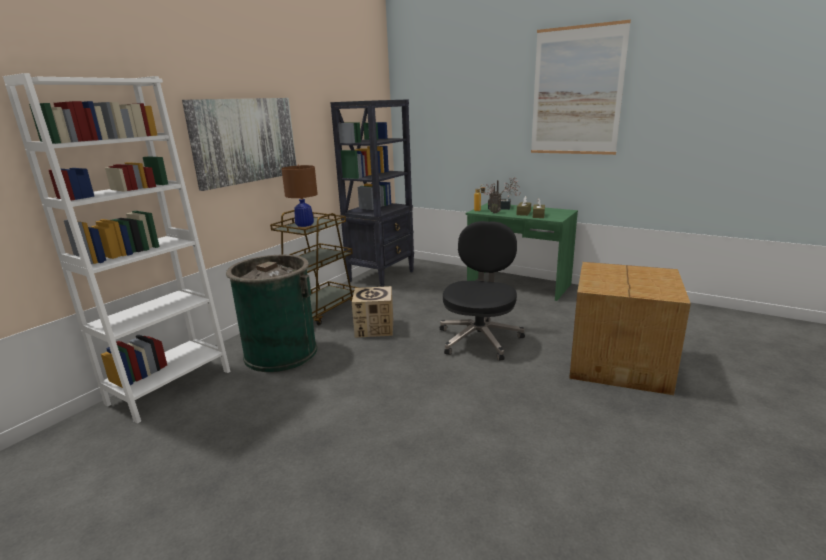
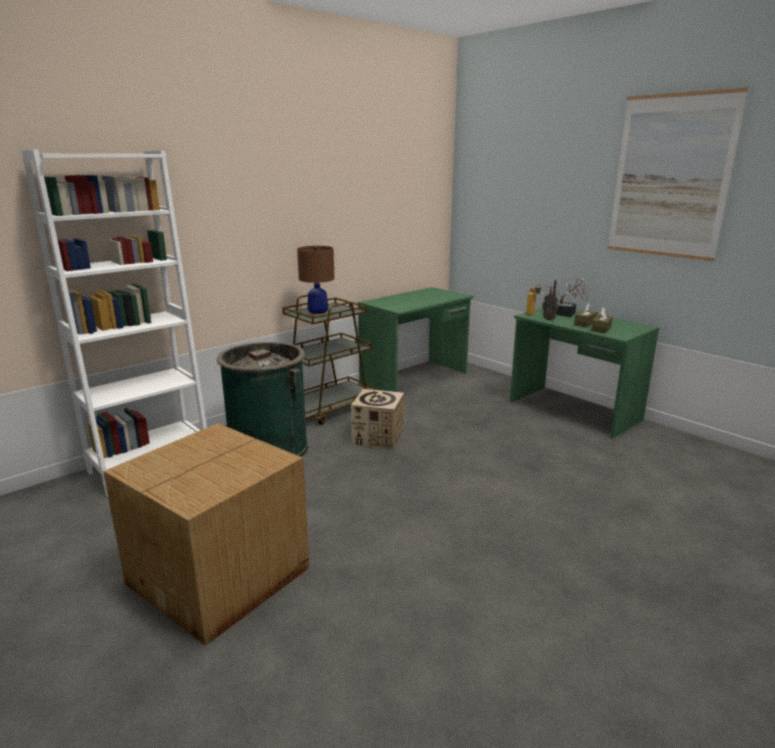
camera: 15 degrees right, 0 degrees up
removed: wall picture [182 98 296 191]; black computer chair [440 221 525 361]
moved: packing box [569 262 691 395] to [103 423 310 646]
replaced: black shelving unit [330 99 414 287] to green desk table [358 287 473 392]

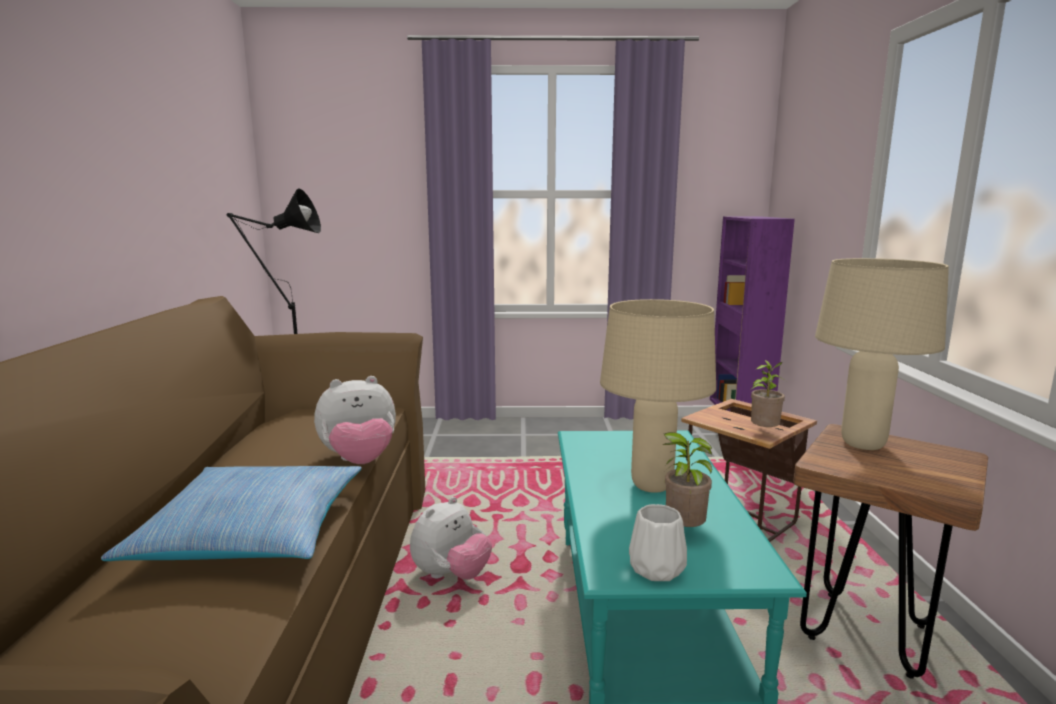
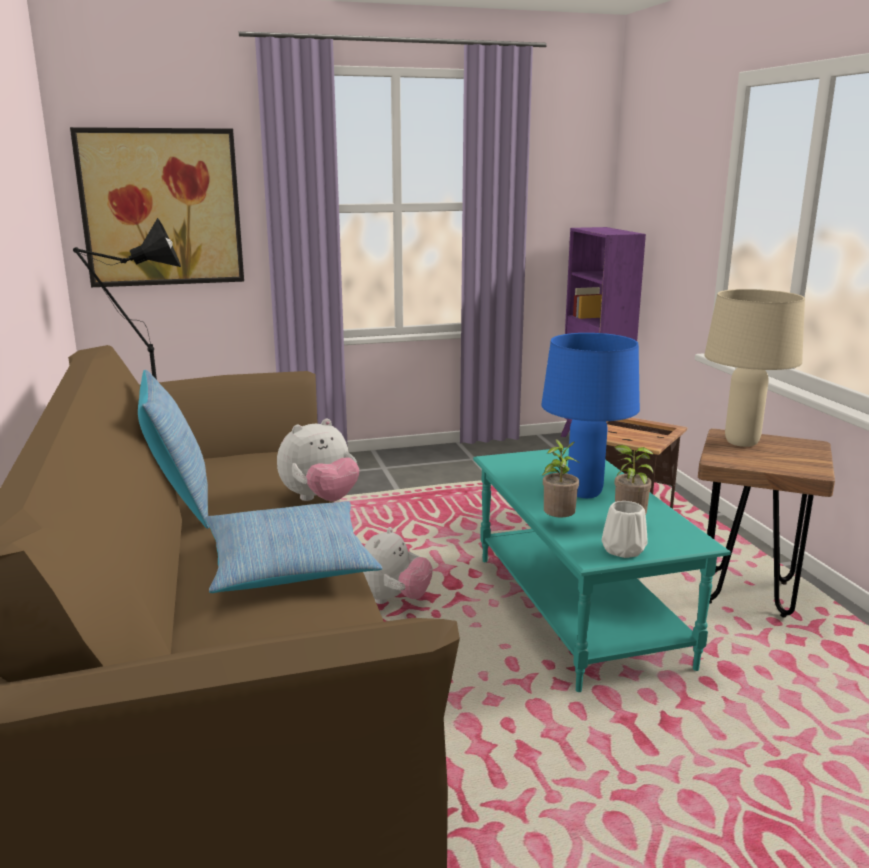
camera: 15 degrees left, 5 degrees up
added: wall picture [70 127 244 287]; pillow [138 370 209 529]
moved: plant in a pot [751 360 786 427] to [542 439 579 518]
recoloured: beige tabletop lamp [600 299 716 493] to blue tabletop lamp [541 333 640 498]

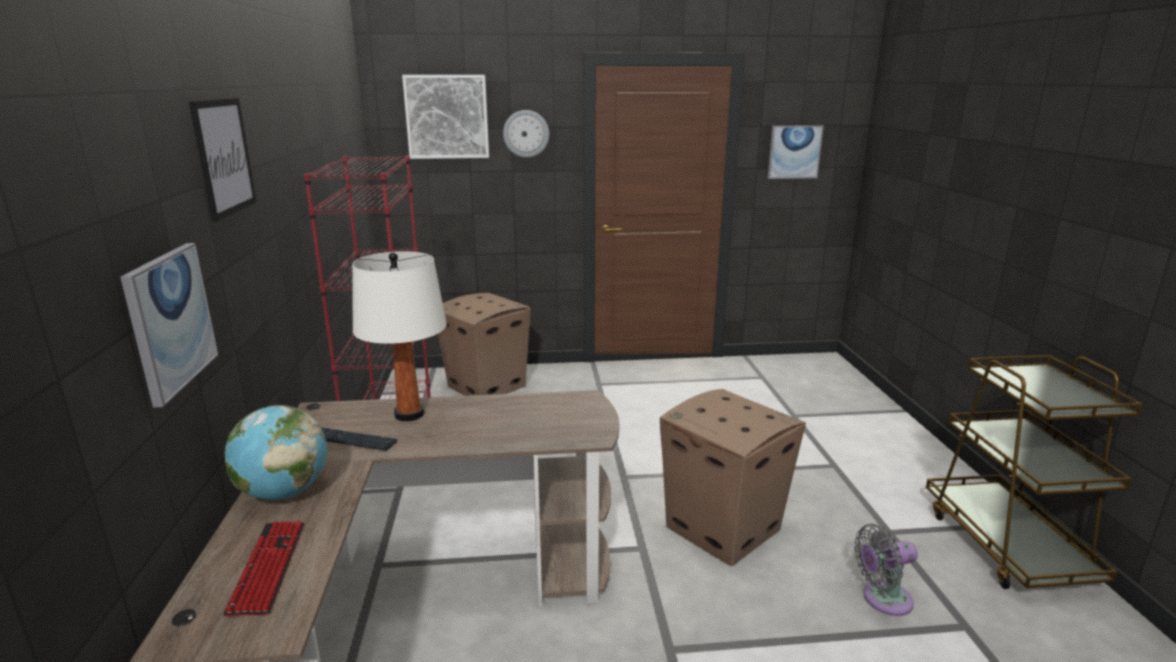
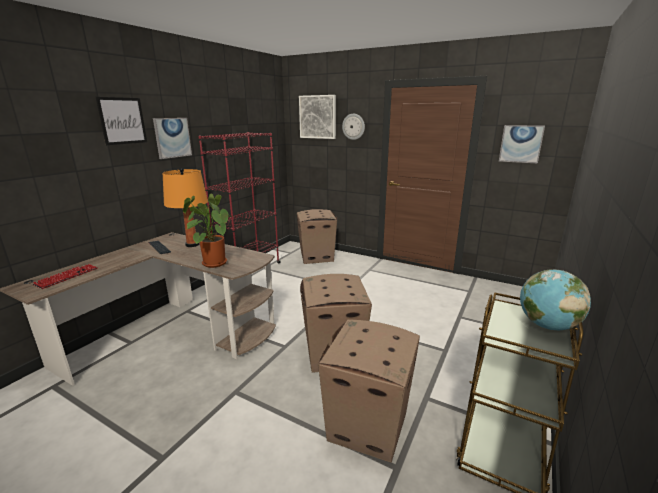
camera: 35 degrees right, 0 degrees up
added: plant in a pot [183 193 233 268]
moved: wall picture [120 243 218 408] to [153 118 192 159]; desk globe [225 405 327 500] to [520 269 591 330]
replaced: grey electric fan [854 524 918 616] to packing box [318 319 420 462]
recoloured: whitish tabletop lamp [352 251 447 421] to orangey tabletop lamp [163 168 208 247]

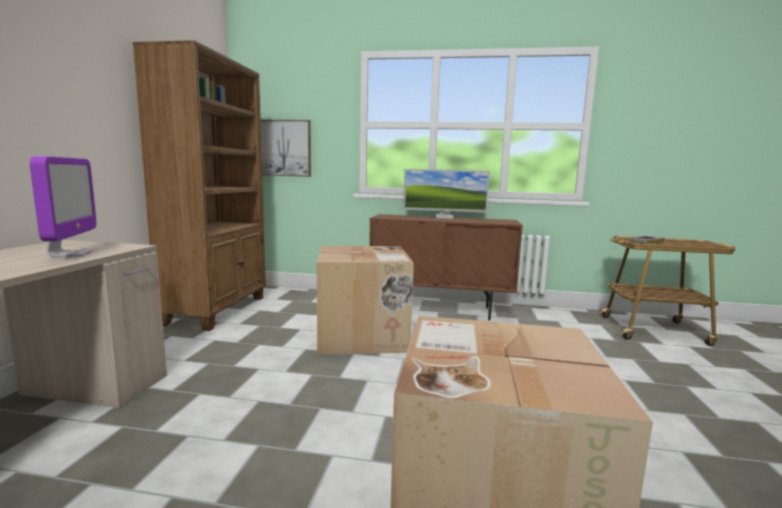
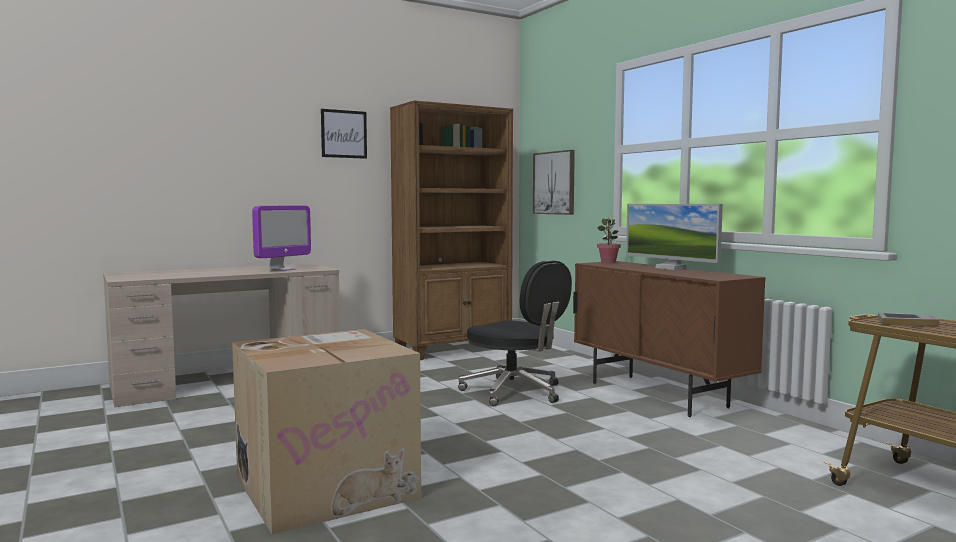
camera: 50 degrees right, 5 degrees down
added: wall picture [321 109 367 159]; plant in a pot [597 218 621 263]
replaced: packing box [317 246 414 355] to black computer chair [458 260 572 406]

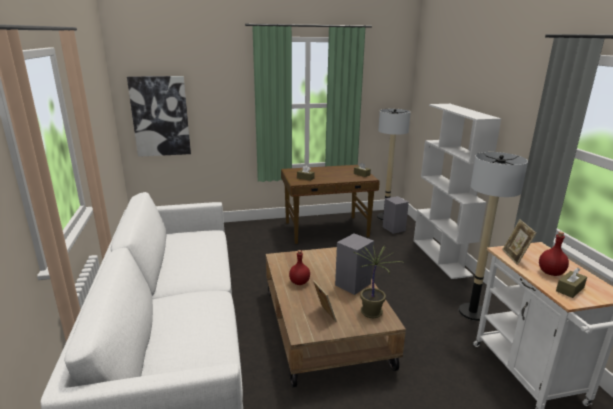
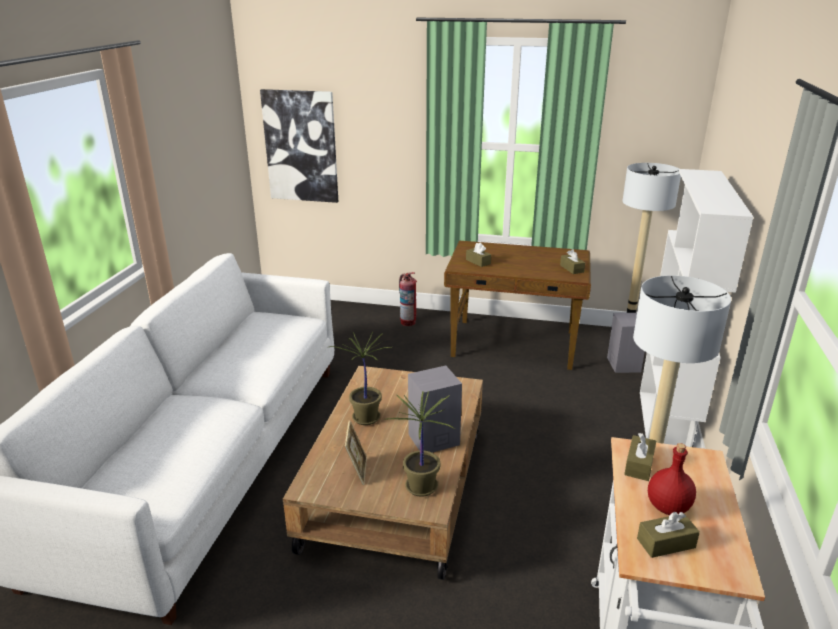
camera: 25 degrees right, 5 degrees up
added: fire extinguisher [399 272 417 326]
replaced: picture frame [502 219 537 265] to brown-coloured tissue holder [624 433 656 481]; red-coloured beverage bottle [289 250 310 285] to plant in a pot [329 332 392 425]

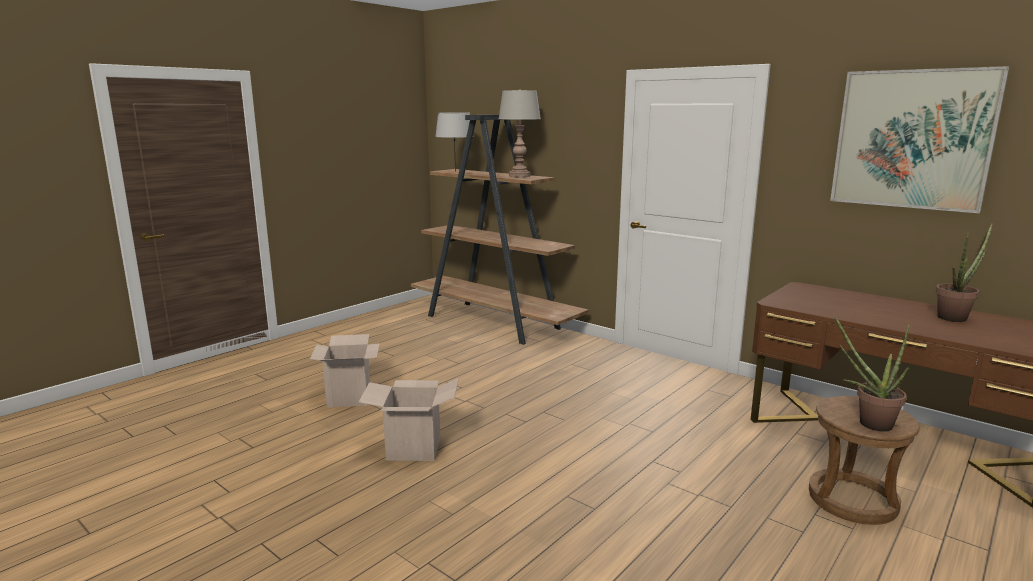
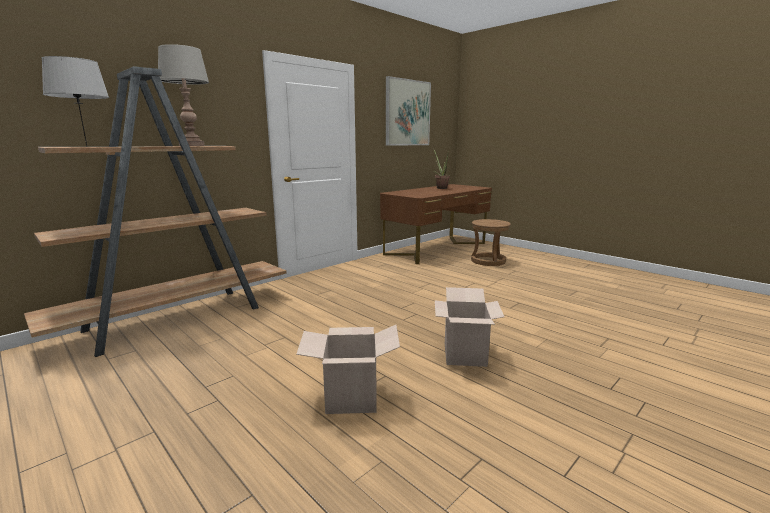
camera: 85 degrees left, 0 degrees up
removed: plant in a pot [834 315 910 432]

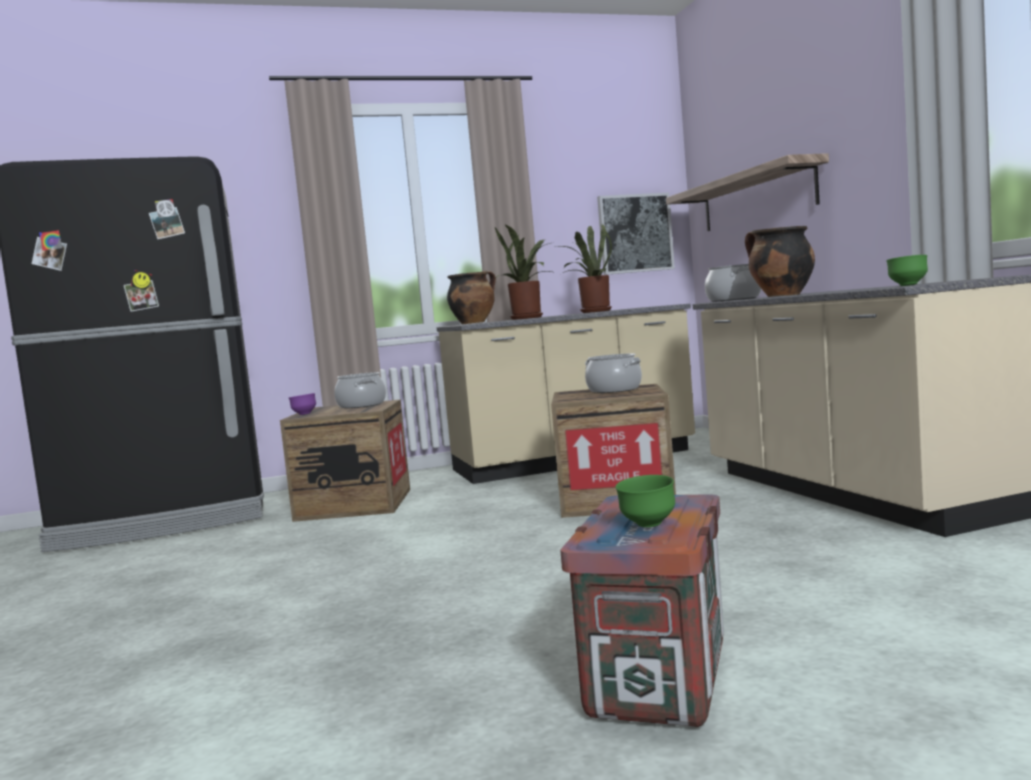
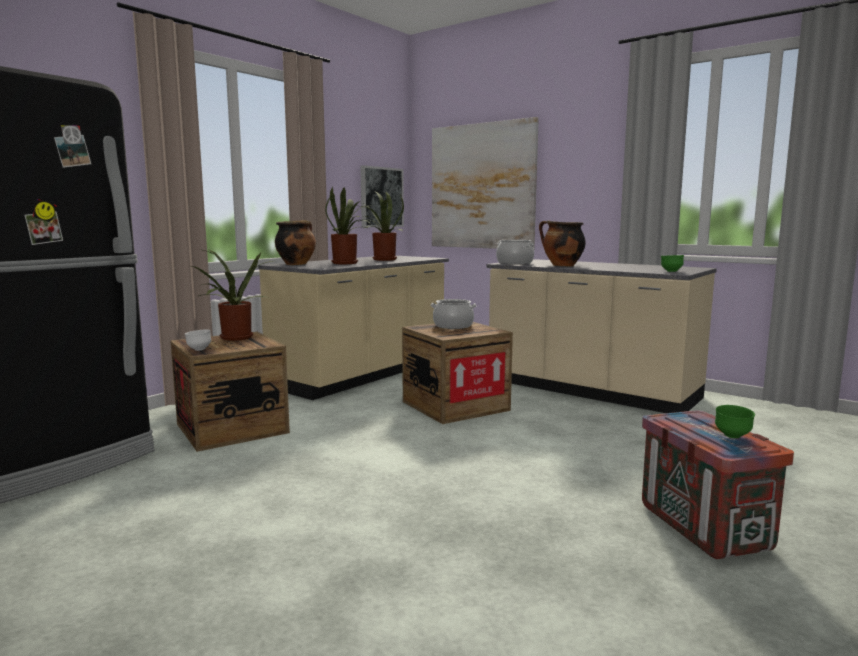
camera: 35 degrees left, 5 degrees up
replaced: bracket shelf [666 153 829 231] to wall picture [432 117 539 249]; saucepot [334 372 386 408] to plant in a pot [192 248 273 341]
recoloured: purplish deep dish [289 393 316 415] to whitish deep dish [185 330 211 351]

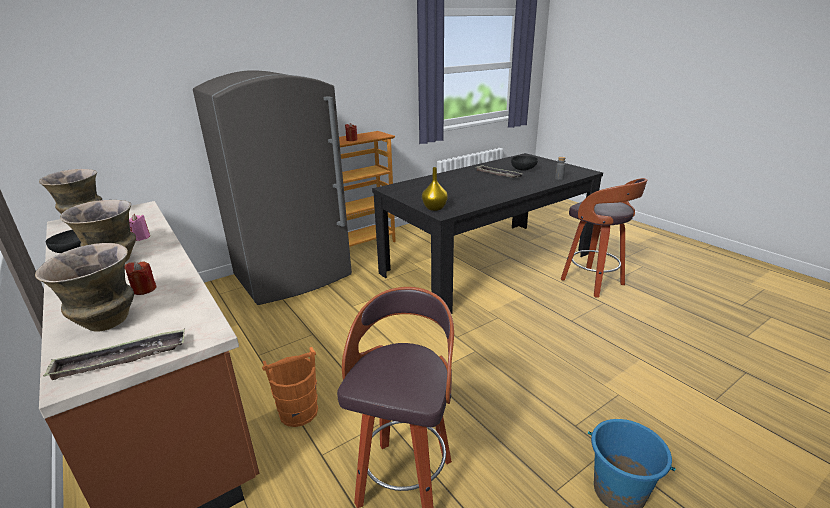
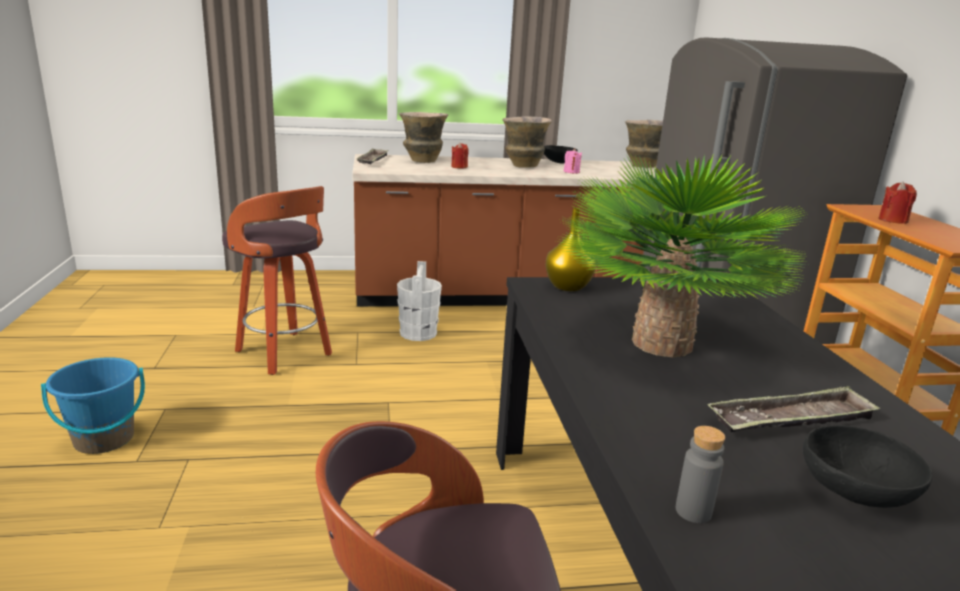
camera: 115 degrees right, 5 degrees down
added: plant in a pot [556 154 809 357]
recoloured: orangey water bucket [262 347 318 427] to whitish water bucket [397 261 442 341]

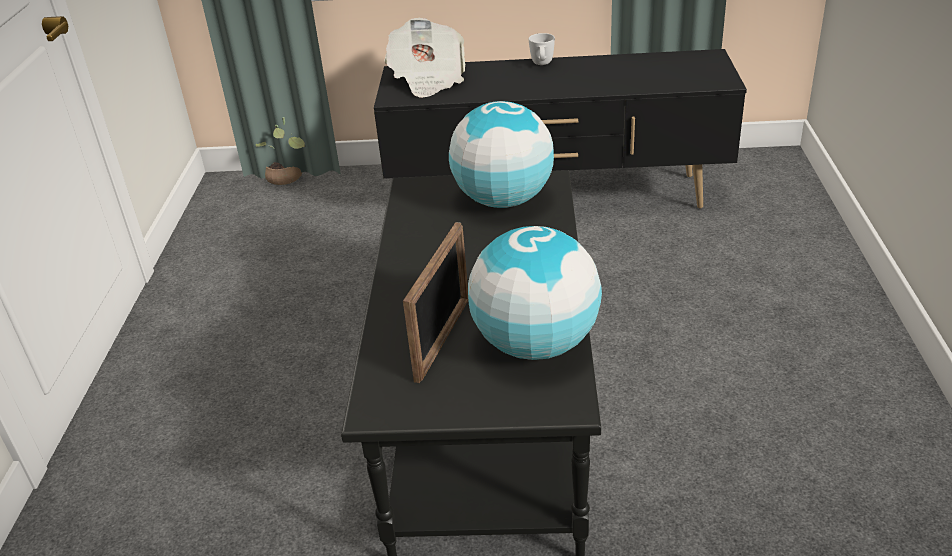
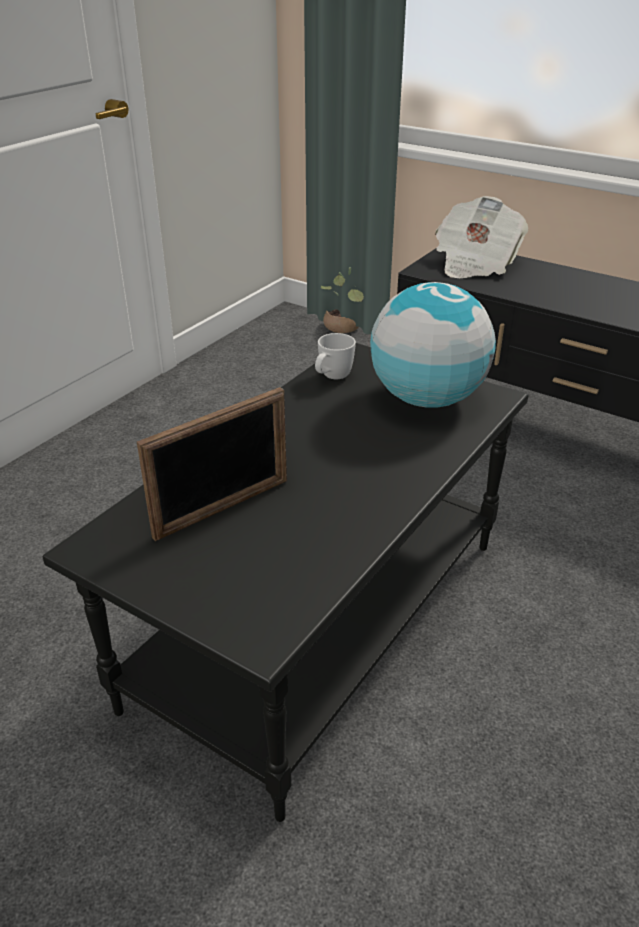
camera: 30 degrees right, 0 degrees up
removed: desk globe [468 226 602 360]
moved: whitish mug [529 33 555 65] to [315 333 356 379]

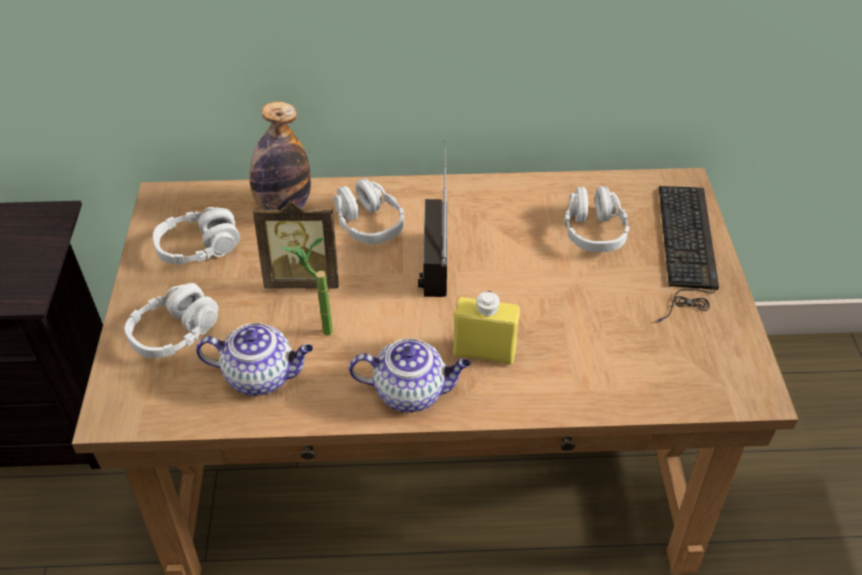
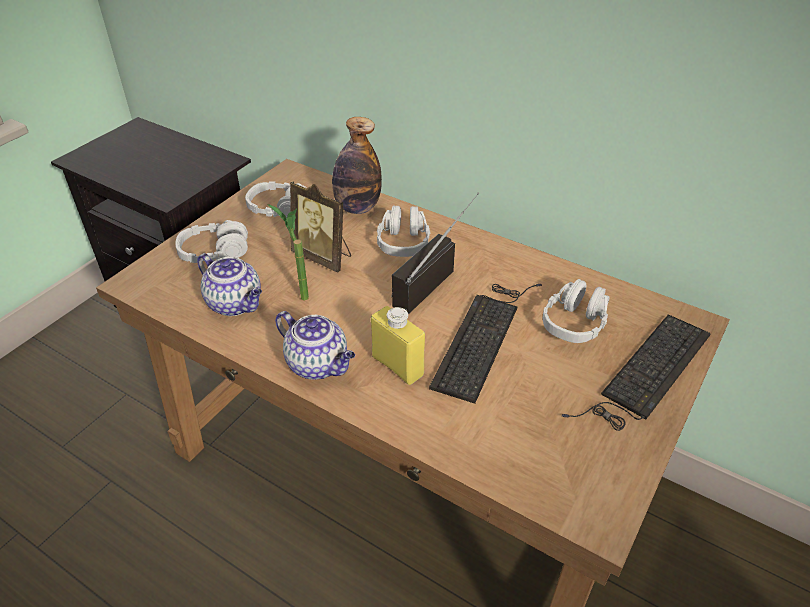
camera: 35 degrees right, 5 degrees down
added: computer keyboard [429 284 542 404]

